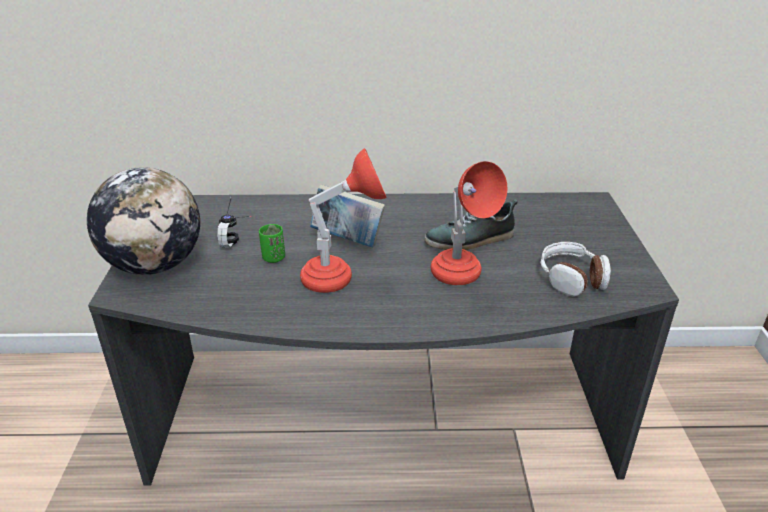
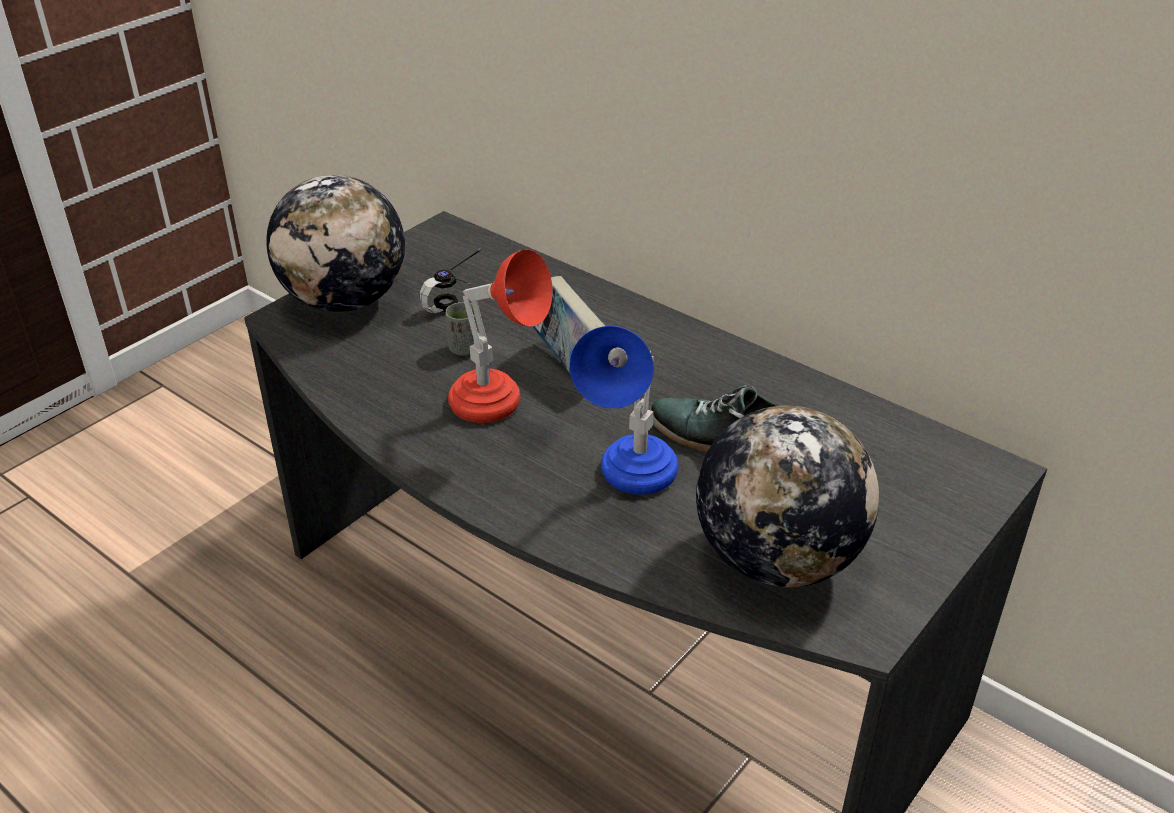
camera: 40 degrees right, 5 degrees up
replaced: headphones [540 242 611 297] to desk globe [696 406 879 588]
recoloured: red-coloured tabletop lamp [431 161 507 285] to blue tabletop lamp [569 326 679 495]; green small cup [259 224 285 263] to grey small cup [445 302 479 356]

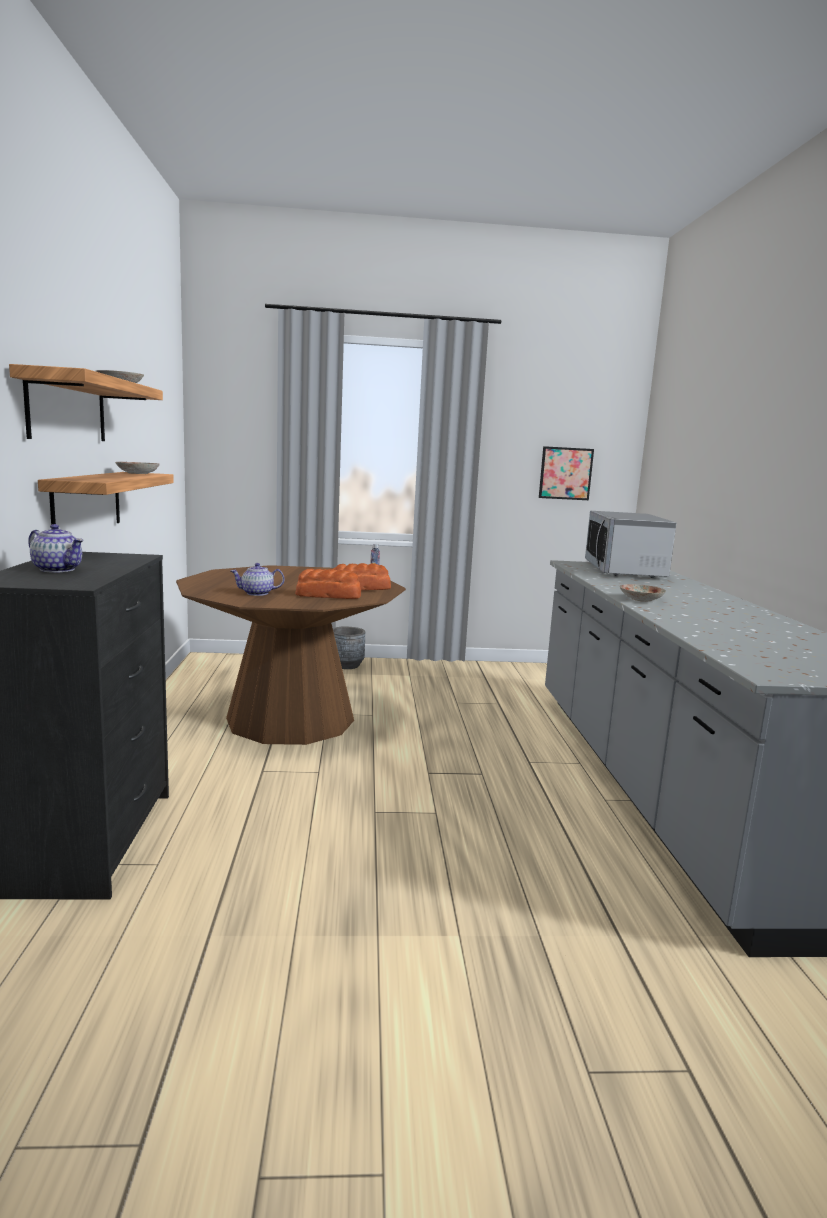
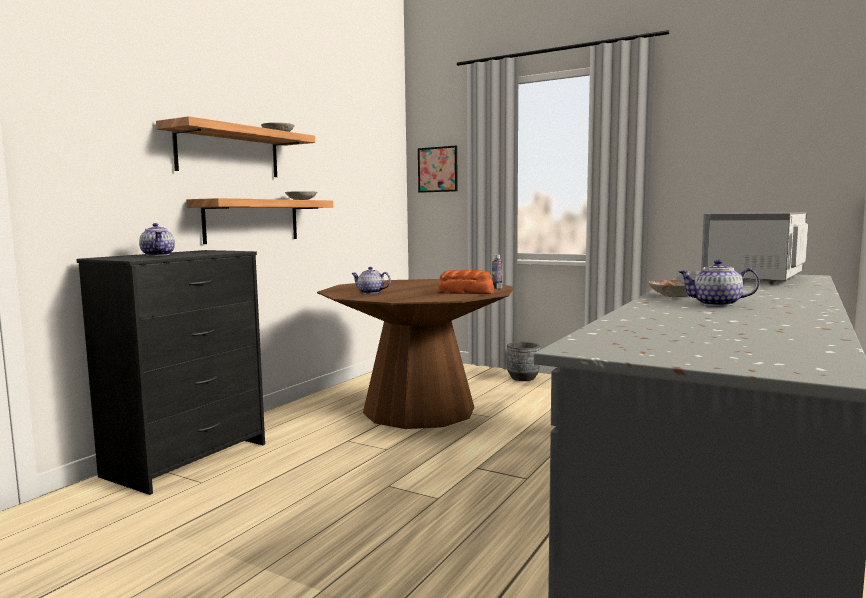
camera: 35 degrees right, 5 degrees down
removed: bakery bread [295 569 361 599]
added: pot for tea [678 260 760 306]
moved: wall picture [539 446 594 500] to [418 146 458 193]

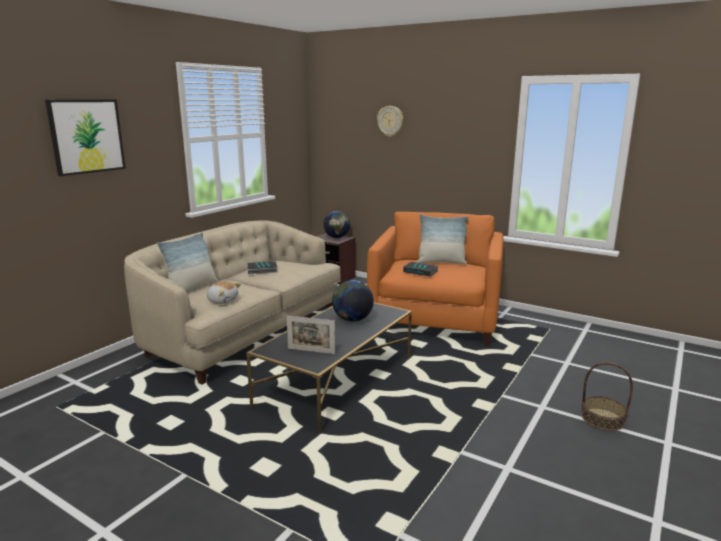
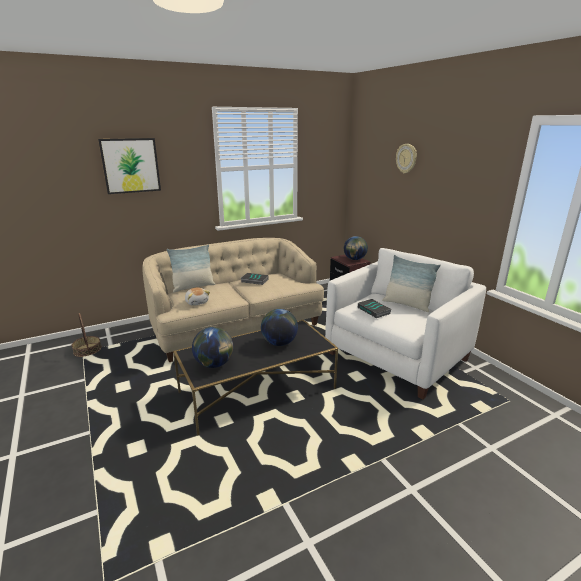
camera: 30 degrees right, 5 degrees up
moved: storage basket [581 362 633 431] to [71 313 102 357]
replaced: picture frame [286 316 335 354] to desk globe [192 327 233 368]
recoloured: orangey armchair [367 212 503 346] to whitish armchair [325 248 486 399]

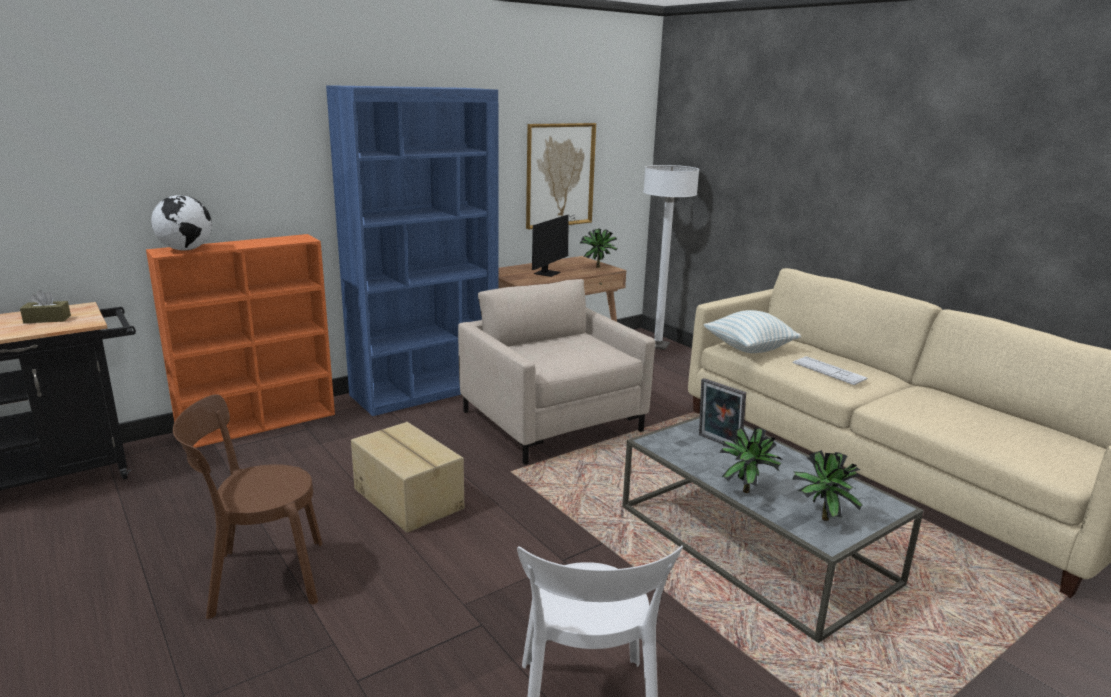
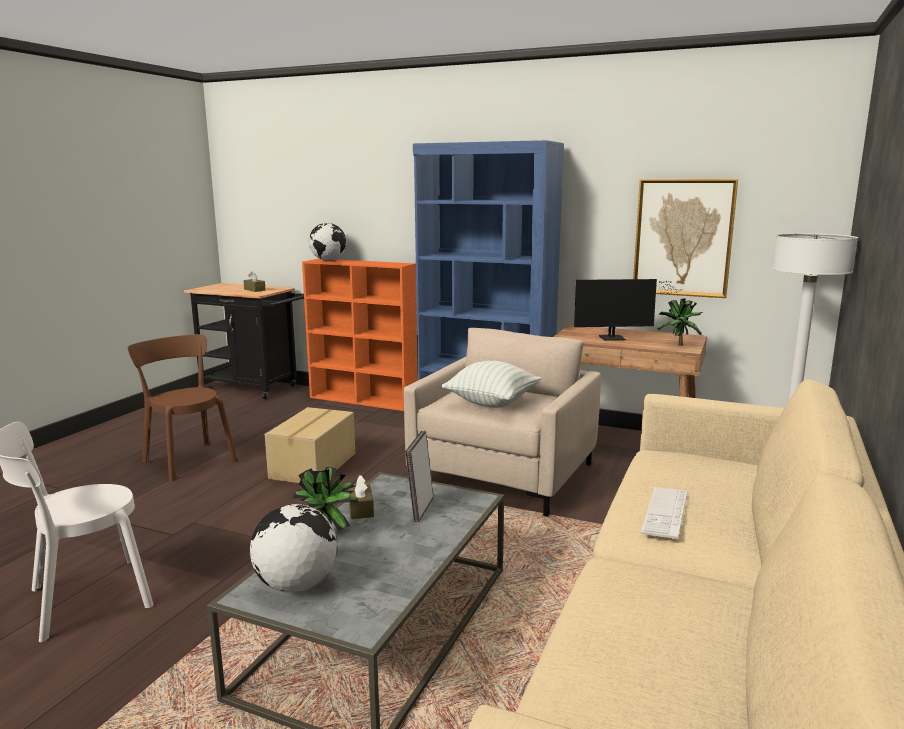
camera: 60 degrees right, 5 degrees down
added: brown-coloured tissue holder [348 475 374 519]
moved: pillow [704 310 801 353] to [441 361 541 408]
replaced: plant in a pot [792 450 863 521] to desk globe [250 504 337 592]

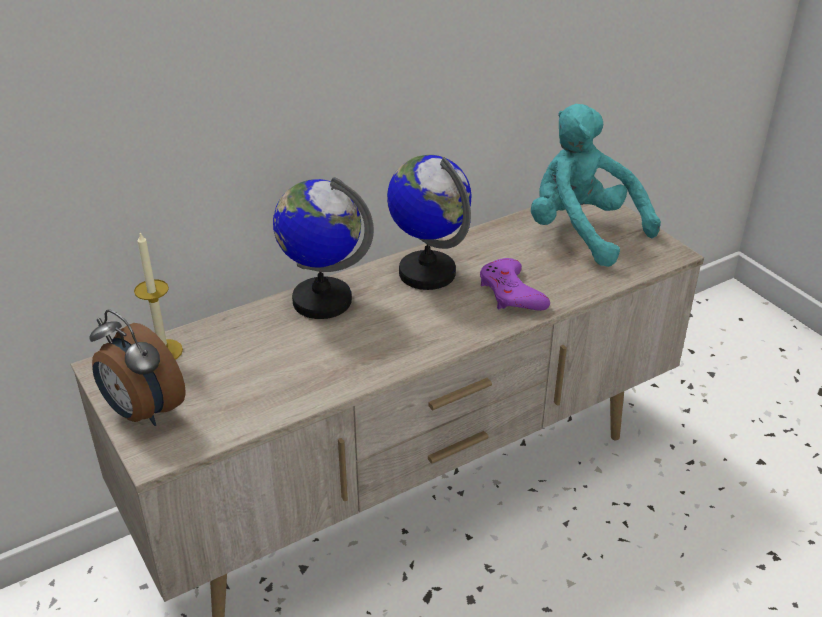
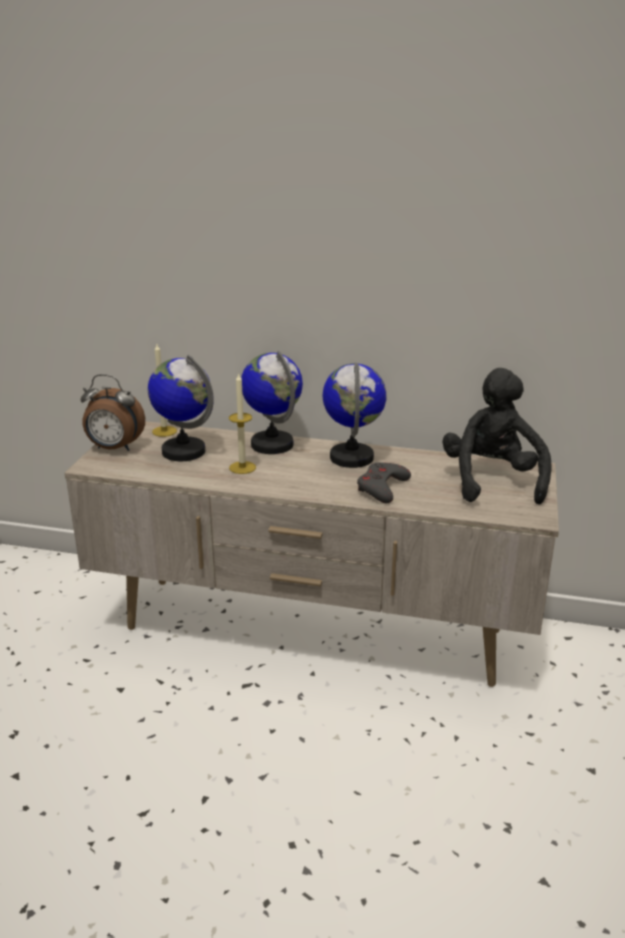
camera: 45 degrees right, 10 degrees down
added: desk globe [148 355 214 461]; wax light [229 372 256 474]
recoloured: turquoise-coloured plush toy [531 104 661 267] to black plush toy [443 368 551 505]; purplish gamepad [480 258 550 311] to grey gamepad [357 462 411 503]
turned: bedside clock [89 309 186 426] = [80 374 145 451] 75 degrees counterclockwise

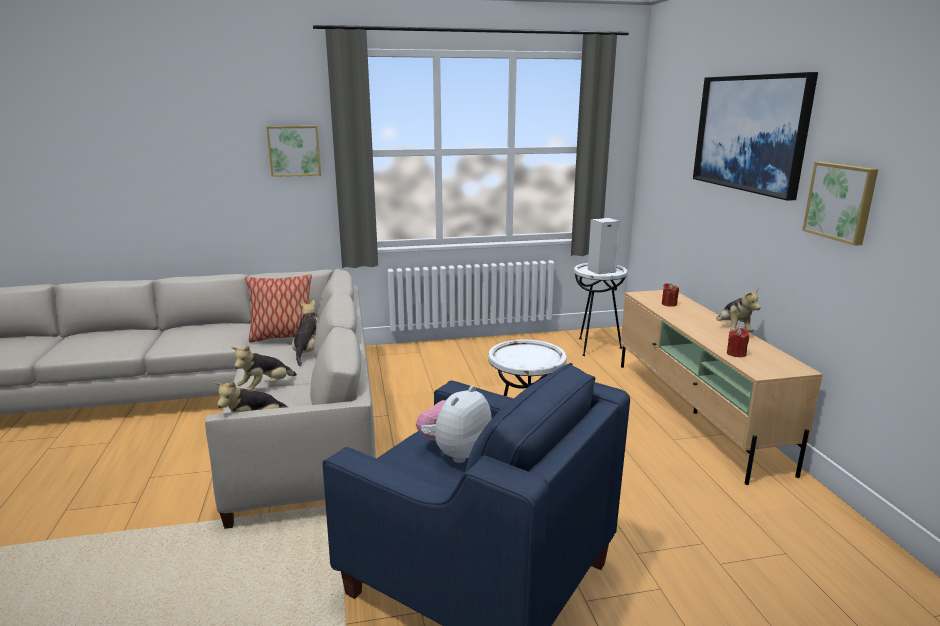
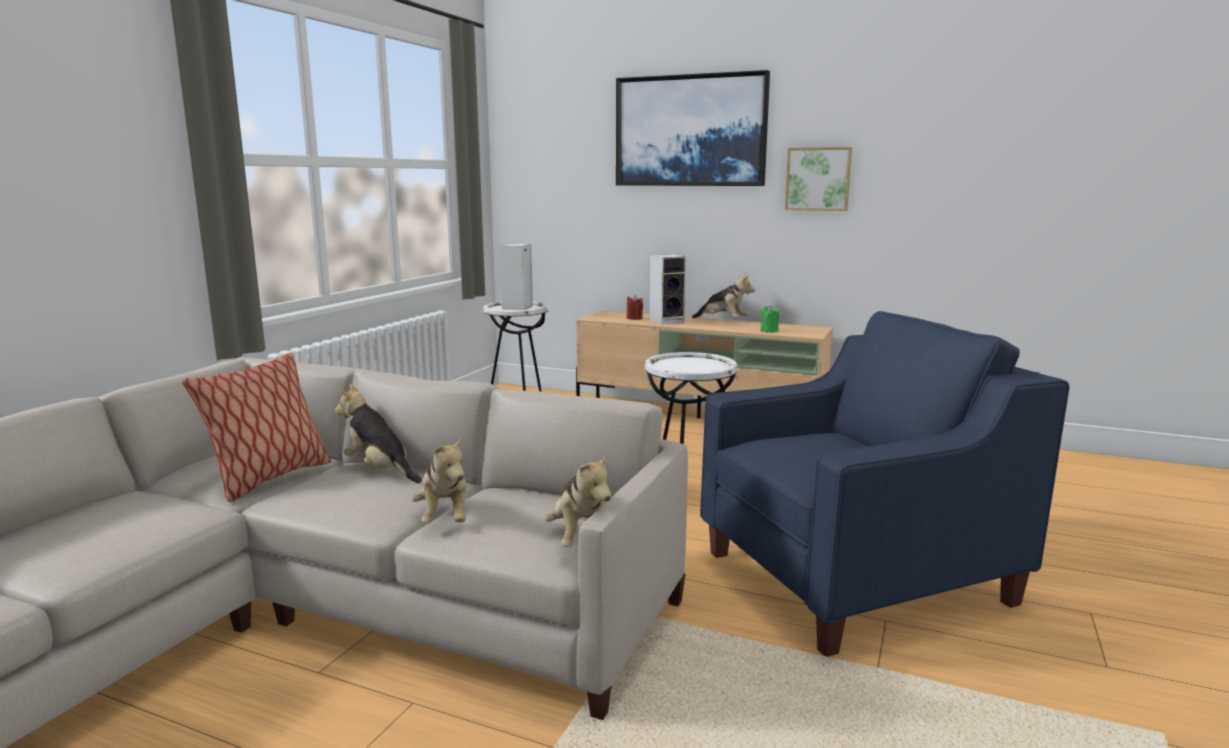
camera: 55 degrees left, 5 degrees down
removed: wall picture [266 126 321 177]; plush toy [416 385 492 463]
added: loudspeaker [650 254 686 324]
recoloured: red-coloured wax light [727 328 749 358] to green wax light [760 305 779 333]

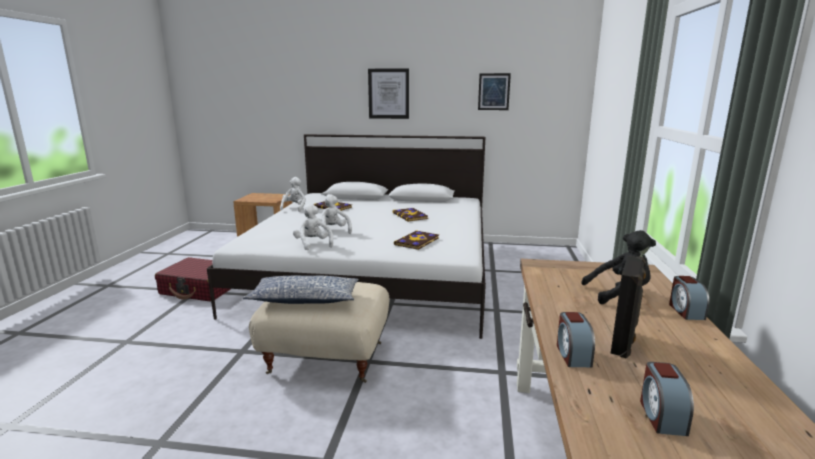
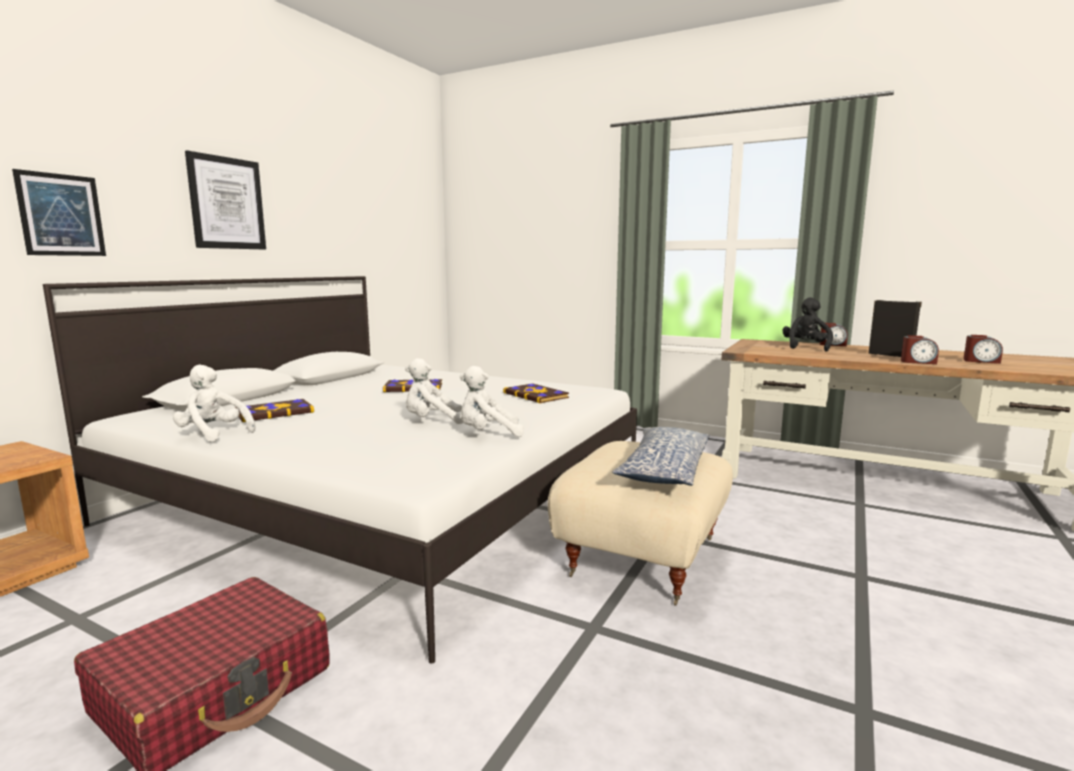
camera: 70 degrees left, 5 degrees down
moved: wall picture [478 73 511 110] to [12 169 106 256]

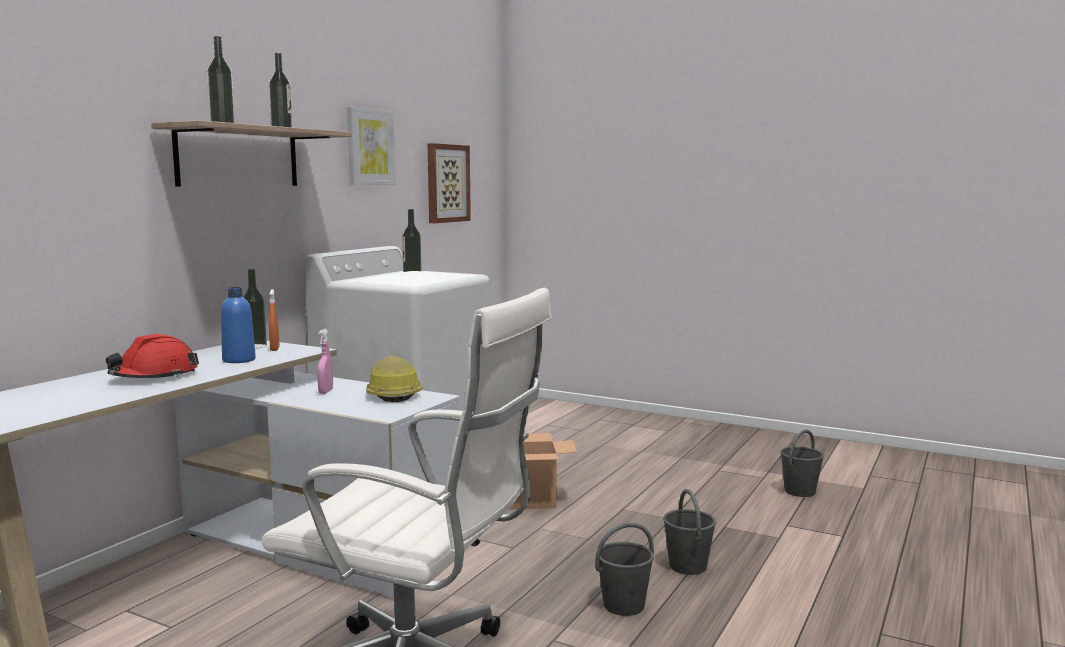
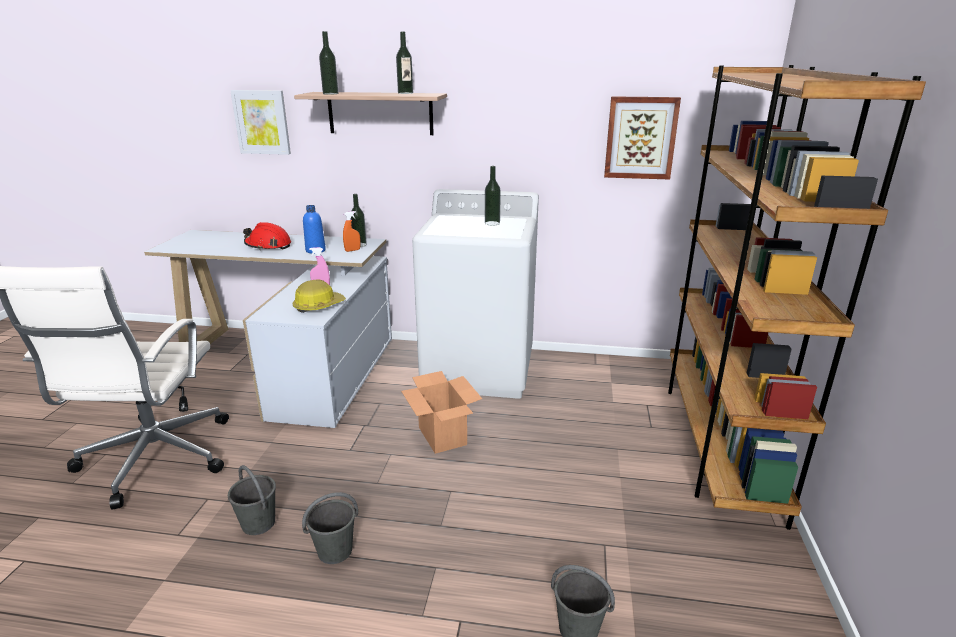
camera: 70 degrees right, 15 degrees up
added: brown-coloured shelving unit [668 65 926 530]
moved: wall picture [347 107 395 185] to [230 90 291 155]

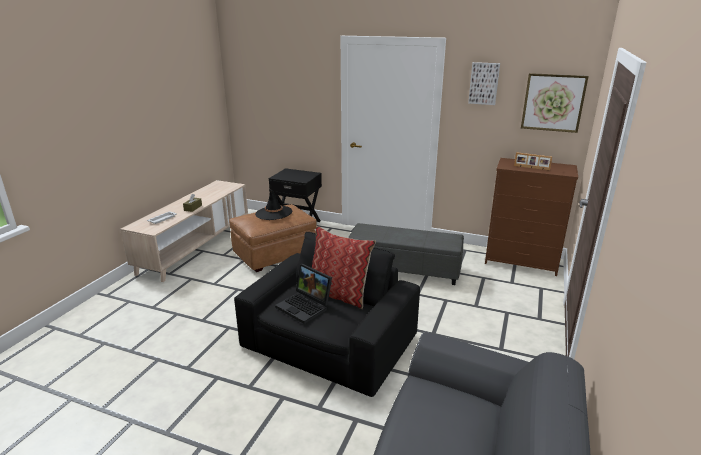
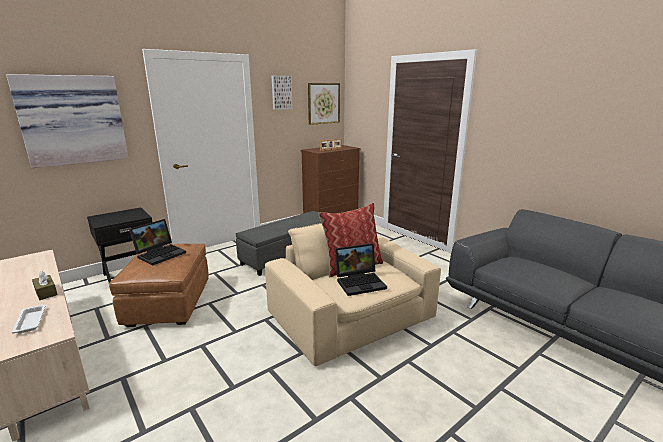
camera: 60 degrees left, 5 degrees down
added: wall picture [6 74 129 168]
replaced: black hat [255 190 292 220] to notebook computer [129 219 186 266]
recoloured: black armchair [234 232 420 397] to beige armchair [265 223 441 366]

